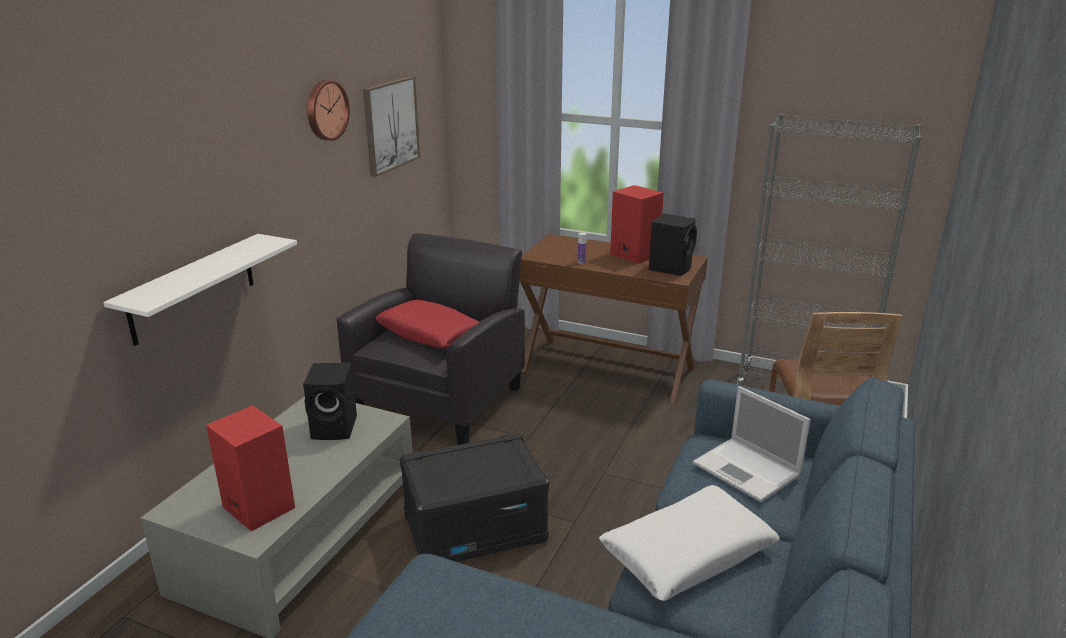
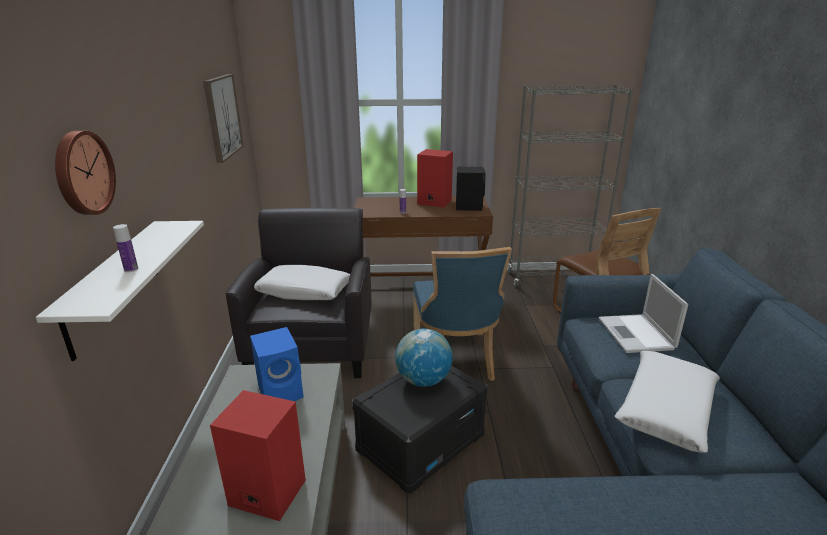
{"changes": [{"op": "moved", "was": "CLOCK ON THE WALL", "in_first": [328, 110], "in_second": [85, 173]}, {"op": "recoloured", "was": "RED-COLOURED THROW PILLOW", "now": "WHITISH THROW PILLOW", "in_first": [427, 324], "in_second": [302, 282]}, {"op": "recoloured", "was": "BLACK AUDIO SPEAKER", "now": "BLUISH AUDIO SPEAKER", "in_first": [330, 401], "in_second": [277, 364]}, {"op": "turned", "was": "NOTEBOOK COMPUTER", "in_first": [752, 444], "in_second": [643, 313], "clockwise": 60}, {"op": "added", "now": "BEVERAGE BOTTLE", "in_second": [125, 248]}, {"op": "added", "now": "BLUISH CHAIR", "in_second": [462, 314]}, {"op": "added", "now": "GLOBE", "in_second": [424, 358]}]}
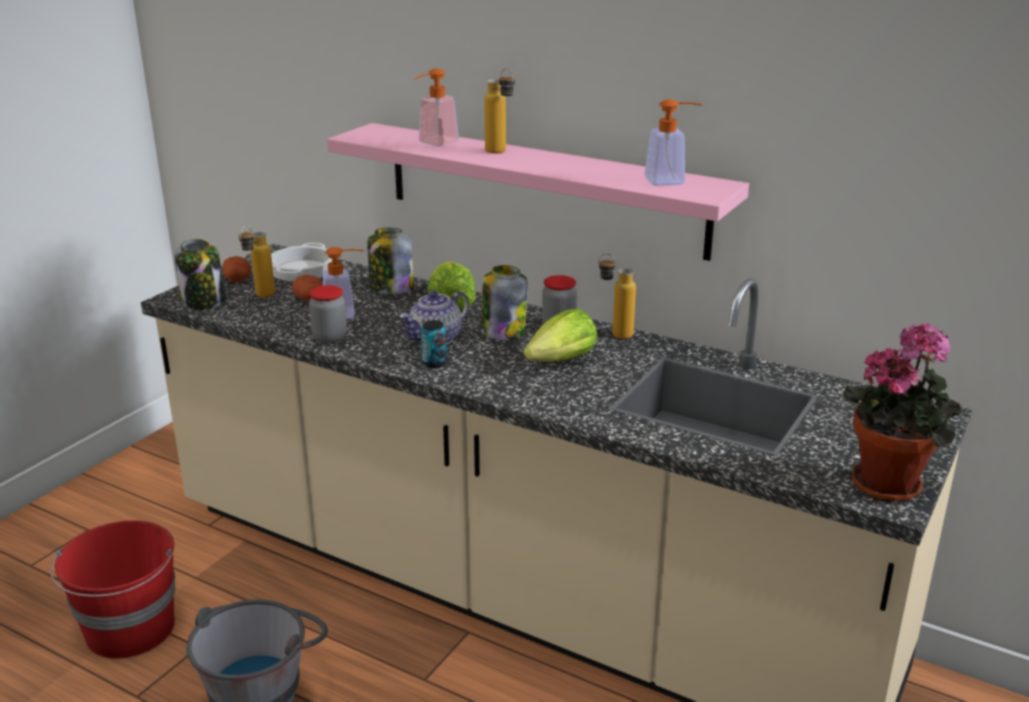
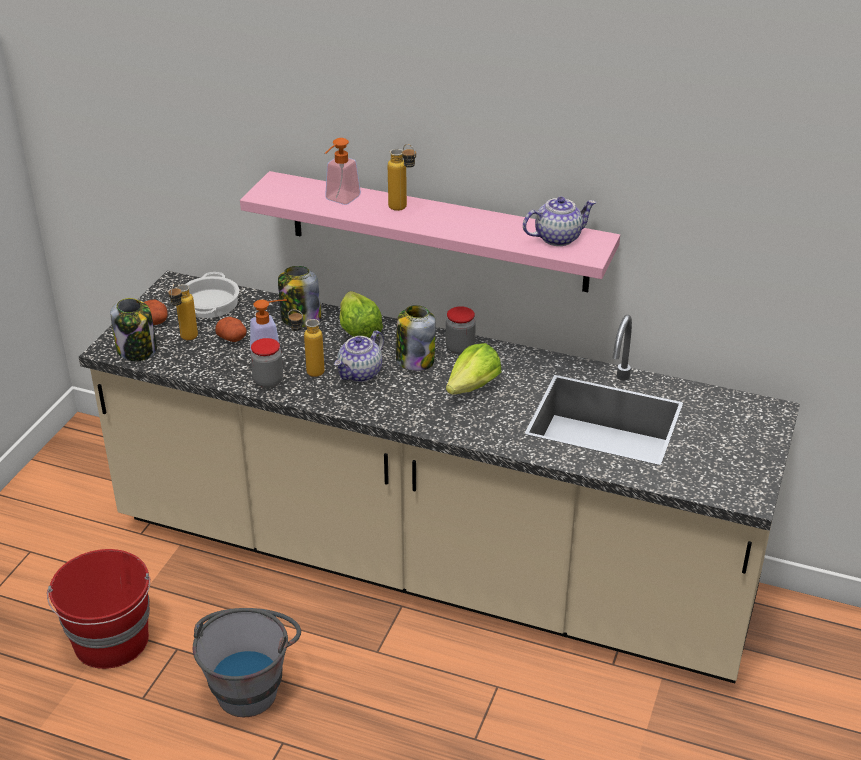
{"changes": [{"op": "replaced", "was": "LIQUID SOAP BOTTLE", "now": "TEAPOT", "in_first": [673, 142], "in_second": [559, 221]}, {"op": "moved", "was": "BEVERAGE BOTTLE", "in_first": [617, 296], "in_second": [306, 343]}, {"op": "removed", "was": "SEALED CAN", "in_first": [434, 344]}, {"op": "removed", "was": "PLANT IN A POT", "in_first": [902, 412]}]}
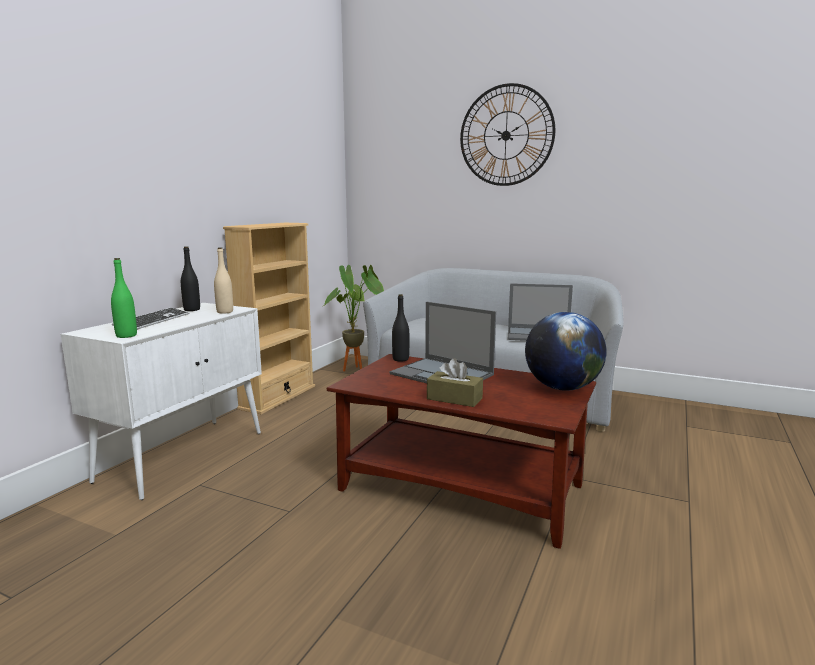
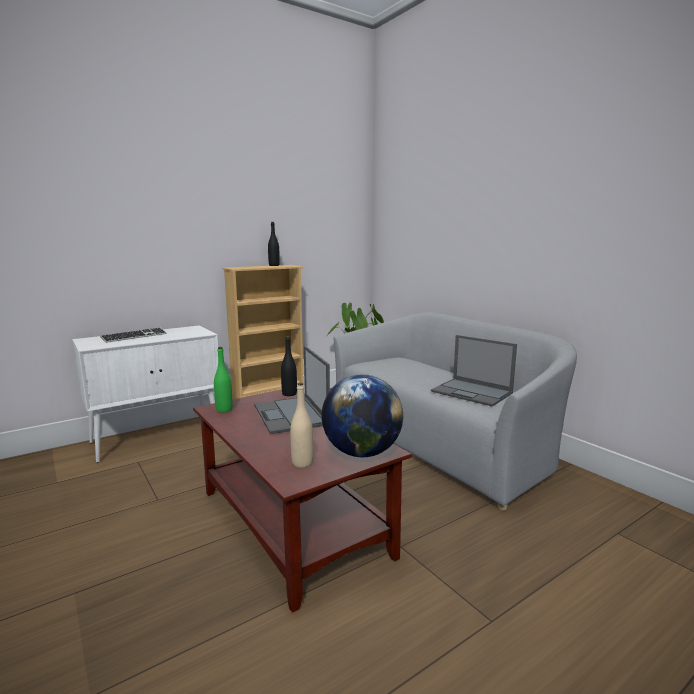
{"changes": [{"op": "removed", "was": "CLOCK ON THE WALL", "in_first": [507, 134]}, {"op": "moved", "was": "BLACK BEVERAGE BOTTLE", "in_first": [190, 278], "in_second": [274, 244]}, {"op": "moved", "was": "BEIGE-COLOURED BEVERAGE BOTTLE", "in_first": [223, 280], "in_second": [301, 425]}, {"op": "moved", "was": "GREEN-COLOURED BEVERAGE BOTTLE", "in_first": [124, 298], "in_second": [223, 380]}, {"op": "removed", "was": "BROWN BOX OF TISSUES", "in_first": [455, 382]}]}
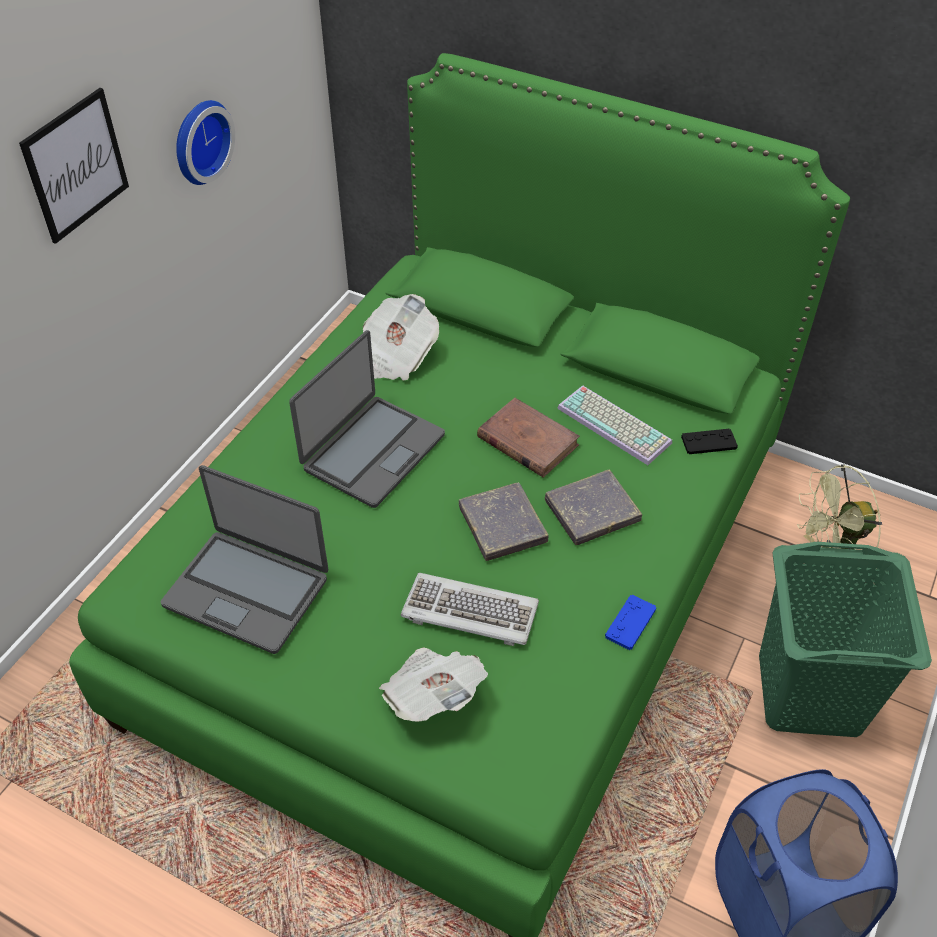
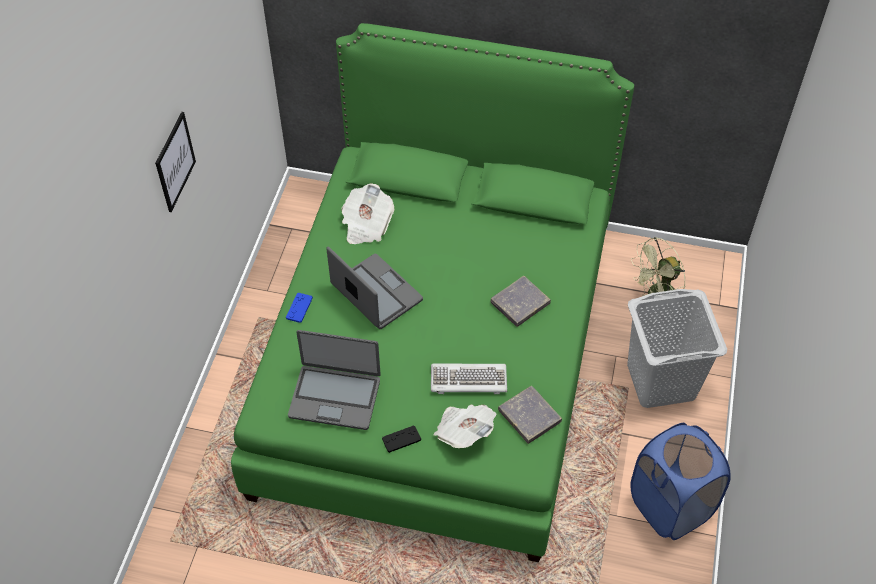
{"changes": [{"op": "removed", "was": "CLOCK ON THE WALL", "in_first": [205, 142]}, {"op": "turned", "was": "NOTEBOOK COMPUTER", "in_first": [367, 419], "in_second": [374, 288], "clockwise": -60}, {"op": "removed", "was": "PC KEYBOARD", "in_first": [614, 425]}, {"op": "removed", "was": "BROWN BOUND BOOK", "in_first": [528, 438]}, {"op": "moved", "was": "BLACK JOYPAD", "in_first": [709, 441], "in_second": [401, 439]}, {"op": "moved", "was": "GREYISH BOUND BOOK", "in_first": [503, 521], "in_second": [530, 415]}, {"op": "recoloured", "was": "GREEN-COLOURED WASHING BASKET", "now": "GREYISH WASHING BASKET", "in_first": [845, 639], "in_second": [677, 348]}, {"op": "moved", "was": "BLUISH JOYPAD", "in_first": [631, 622], "in_second": [299, 308]}]}
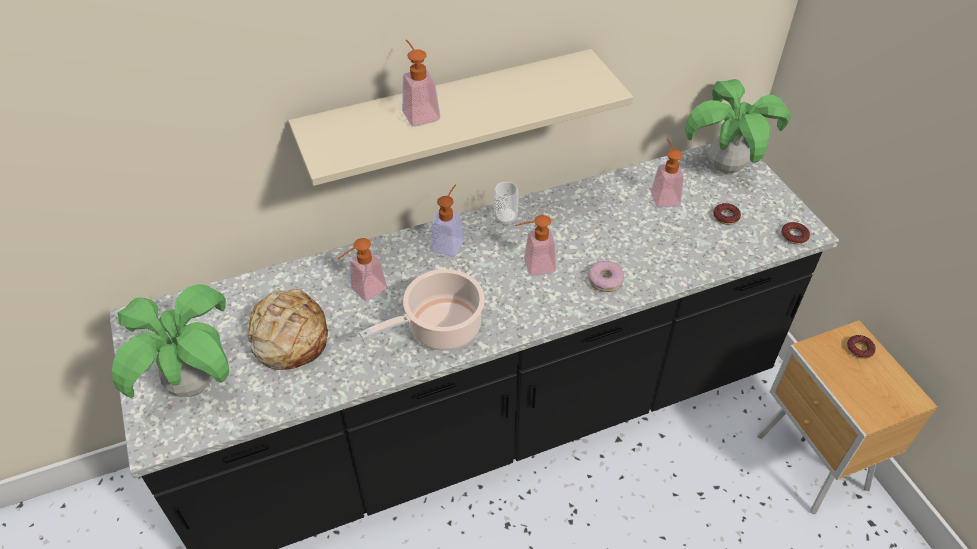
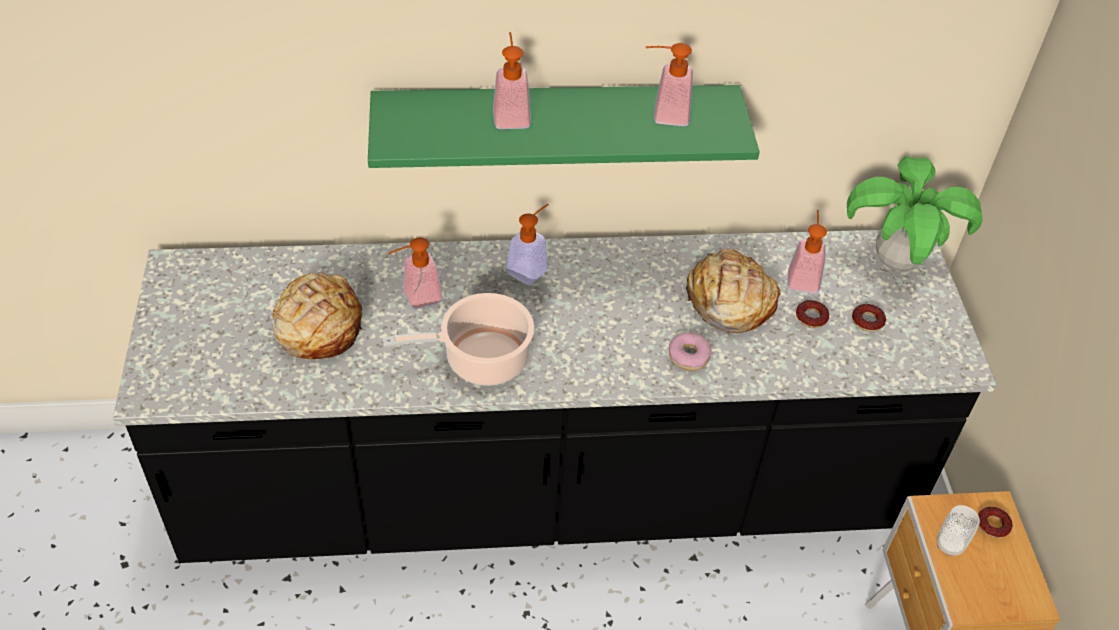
{"changes": [{"op": "recoloured", "was": "BEIGE-COLOURED BRACKET SHELF", "now": "GREEN-COLOURED BRACKET SHELF", "in_first": [460, 117], "in_second": [564, 126]}, {"op": "moved", "was": "SMALL CUP", "in_first": [506, 204], "in_second": [958, 530]}, {"op": "moved", "was": "LIQUID SOAP BOTTLE", "in_first": [535, 245], "in_second": [669, 84]}, {"op": "moved", "was": "DOUGHNUT", "in_first": [795, 233], "in_second": [812, 314]}, {"op": "removed", "was": "PLANT IN A POT", "in_first": [170, 341]}, {"op": "added", "now": "BAKED BREAD", "in_second": [733, 291]}]}
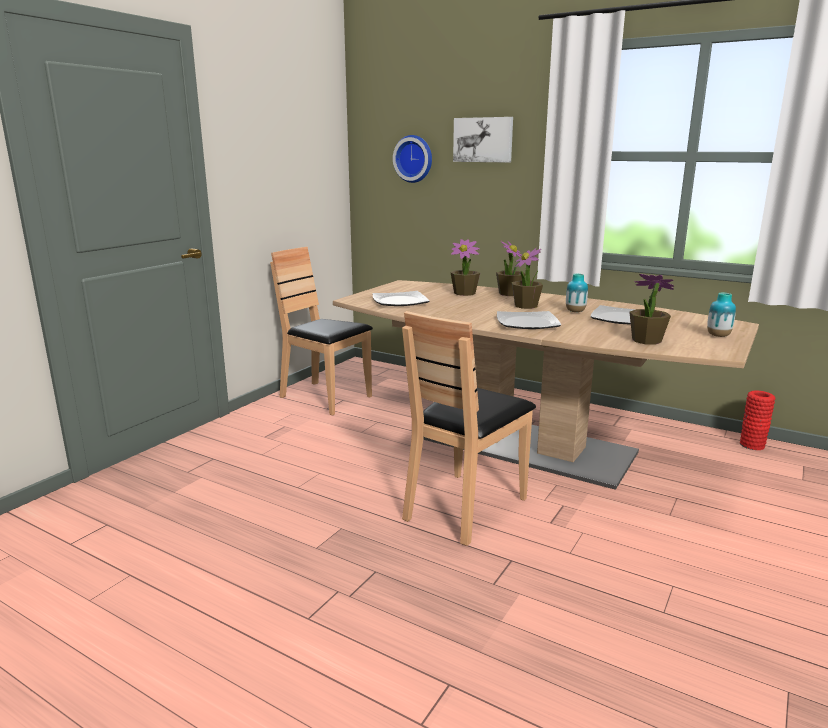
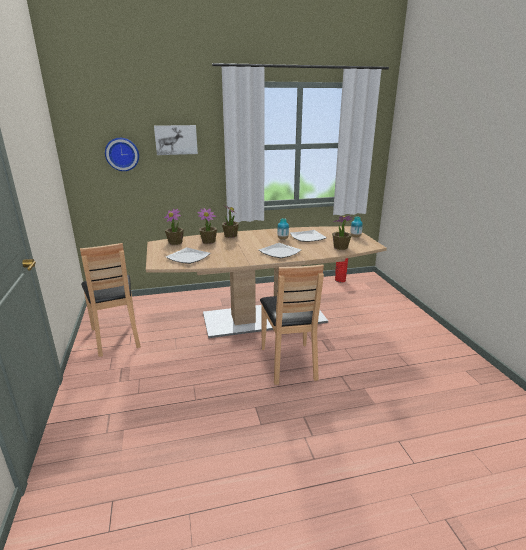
{"changes": [{"op": "turned", "was": "BROWN CHAIR", "in_first": [321, 331], "in_second": [110, 300], "clockwise": -105}, {"op": "moved", "was": "PLANT IN A POT", "in_first": [527, 278], "in_second": [174, 226]}]}
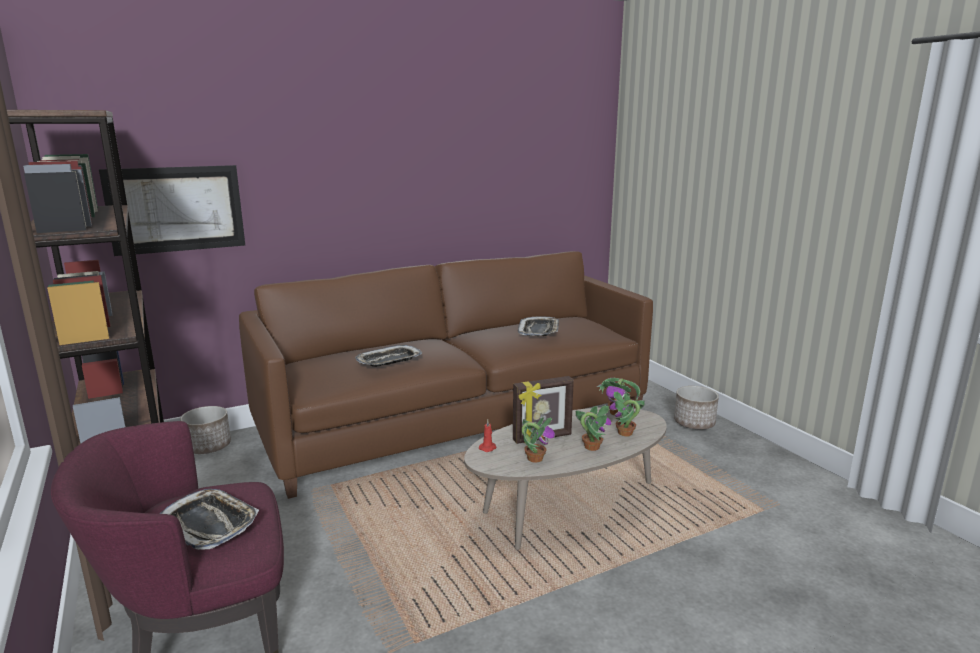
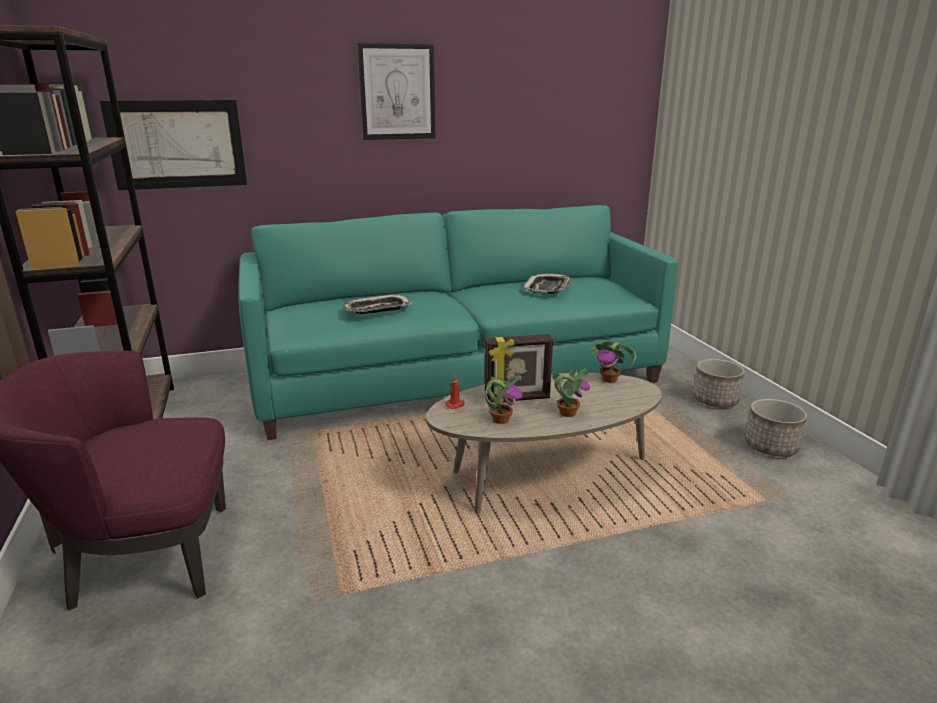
{"changes": [{"op": "recoloured", "was": "BROWN COUCH", "now": "TURQUOISE-COLOURED COUCH", "in_first": [446, 375], "in_second": [458, 322]}, {"op": "removed", "was": "PLANT IN A POT", "in_first": [627, 414]}, {"op": "moved", "was": "FLOWER POT", "in_first": [205, 430], "in_second": [776, 428]}, {"op": "removed", "was": "CARRYING TRAY", "in_first": [209, 519]}, {"op": "added", "now": "WALL PICTURE", "in_second": [396, 91]}]}
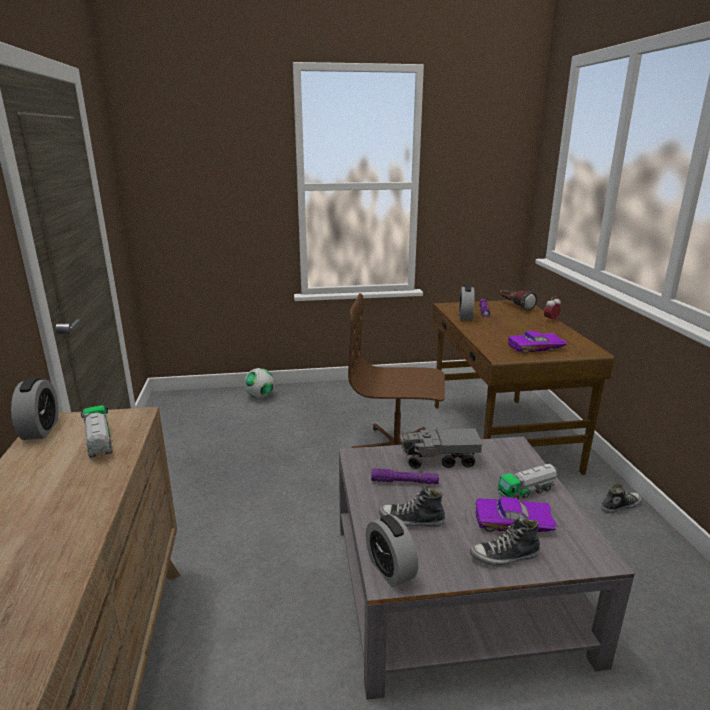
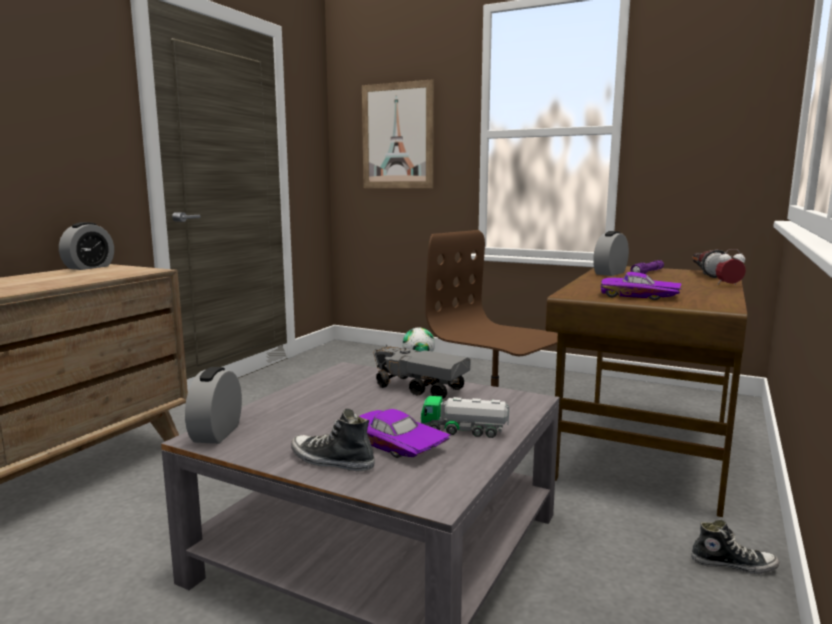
{"changes": [{"op": "removed", "was": "TOY TRUCK", "in_first": [96, 431]}, {"op": "removed", "was": "PURPLE FLASHLIGHT", "in_first": [405, 476]}, {"op": "removed", "was": "ITEM OF FOOTWEAR", "in_first": [412, 506]}, {"op": "added", "now": "WALL PICTURE", "in_second": [398, 133]}]}
